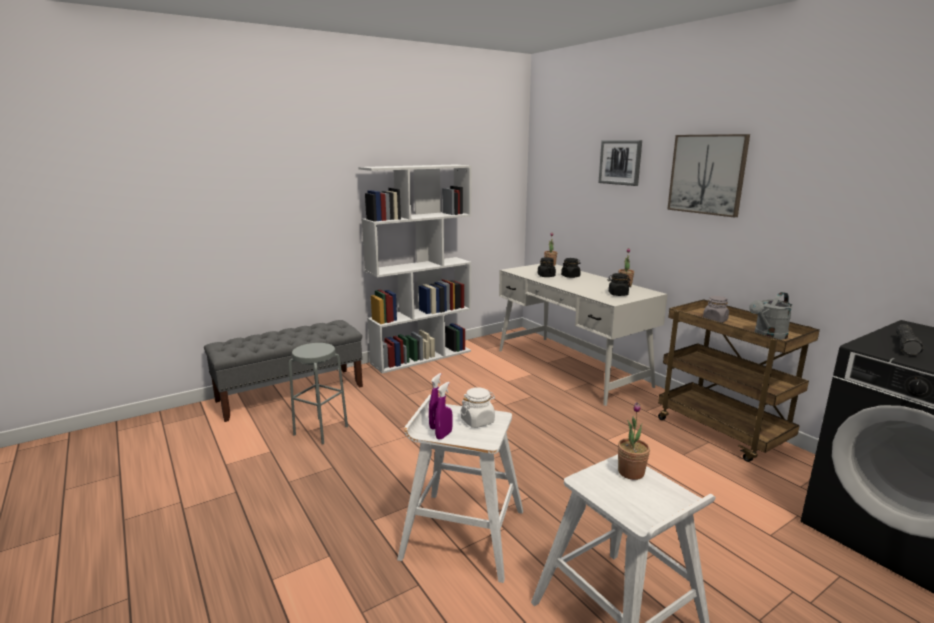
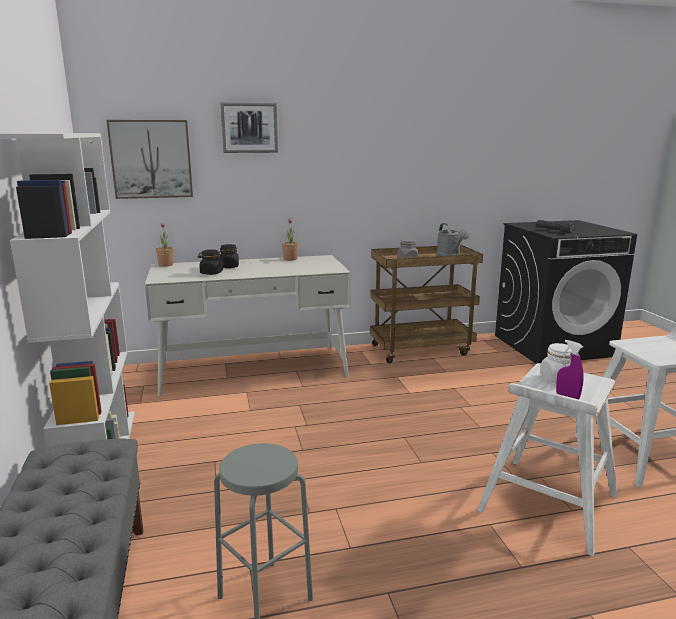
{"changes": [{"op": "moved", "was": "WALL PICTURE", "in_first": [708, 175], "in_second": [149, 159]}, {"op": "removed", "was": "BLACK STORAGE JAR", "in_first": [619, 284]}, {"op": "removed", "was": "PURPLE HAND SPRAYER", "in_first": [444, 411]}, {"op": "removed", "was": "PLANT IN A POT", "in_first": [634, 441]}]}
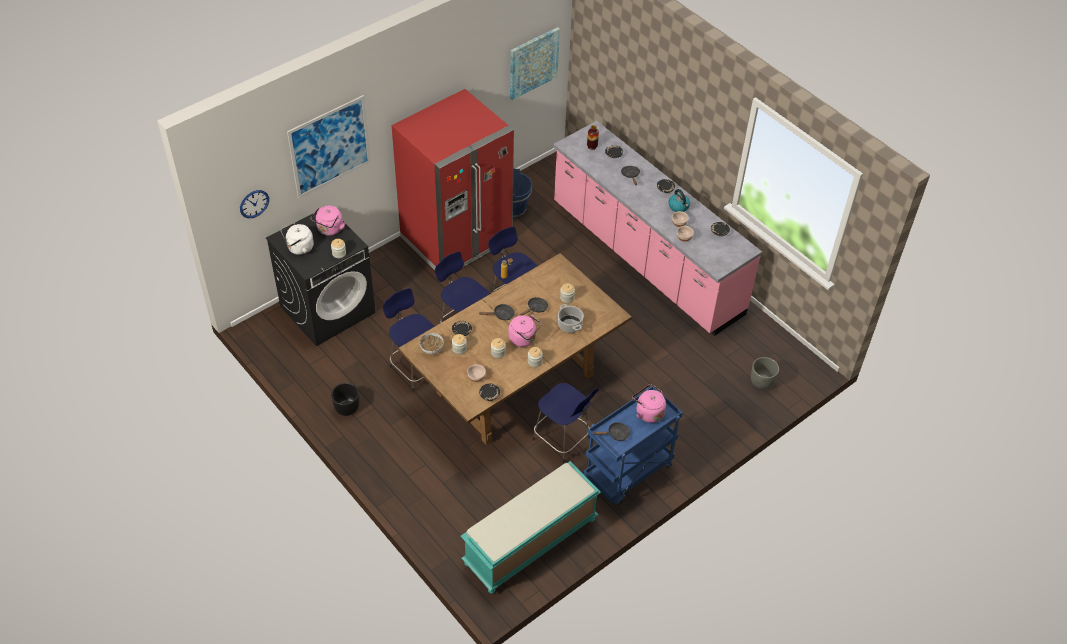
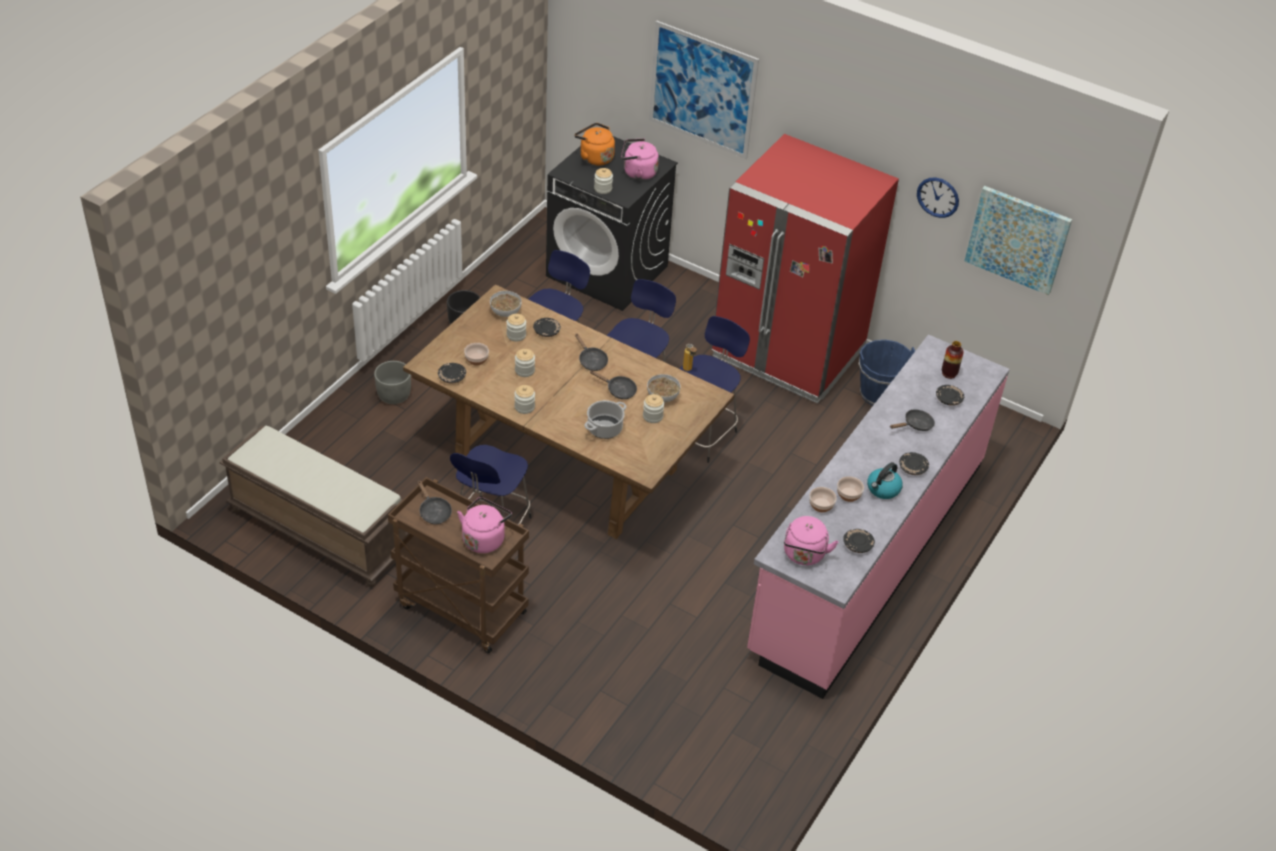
{"changes": [{"op": "moved", "was": "CLOCK ON THE WALL", "in_first": [254, 204], "in_second": [938, 197]}, {"op": "recoloured", "was": "WHITISH KETTLE", "now": "ORANGEY KETTLE", "in_first": [297, 239], "in_second": [595, 144]}, {"op": "moved", "was": "PINK KETTLE", "in_first": [525, 331], "in_second": [811, 540]}, {"op": "moved", "was": "GREYISH FLOWER POT", "in_first": [765, 373], "in_second": [392, 382]}, {"op": "recoloured", "was": "BLUISH WHEELED CART", "now": "BROWN WHEELED CART", "in_first": [633, 445], "in_second": [458, 565]}, {"op": "recoloured", "was": "TURQUOISE-COLOURED BENCH", "now": "BROWN BENCH", "in_first": [530, 527], "in_second": [312, 506]}, {"op": "added", "now": "SERVING BOWL", "in_second": [663, 388]}]}
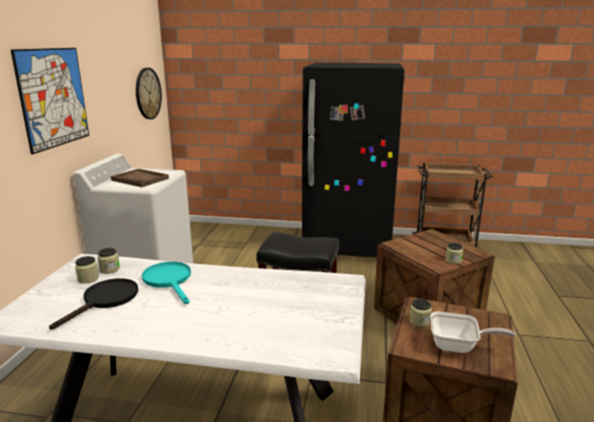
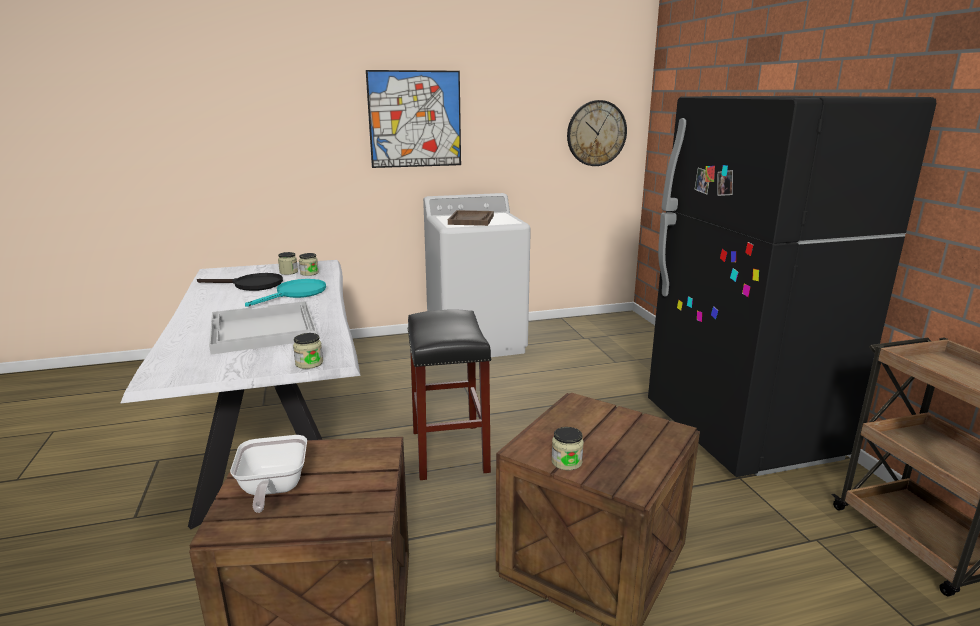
{"changes": [{"op": "moved", "was": "STORAGE JAR", "in_first": [421, 313], "in_second": [308, 351]}, {"op": "added", "now": "WHITISH CARRYING TRAY", "in_second": [263, 328]}]}
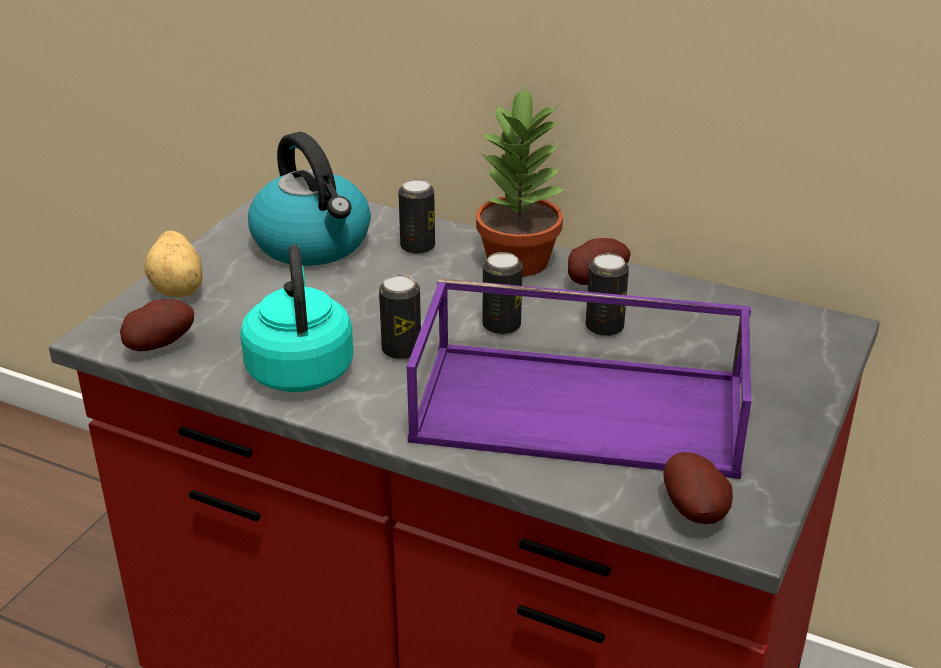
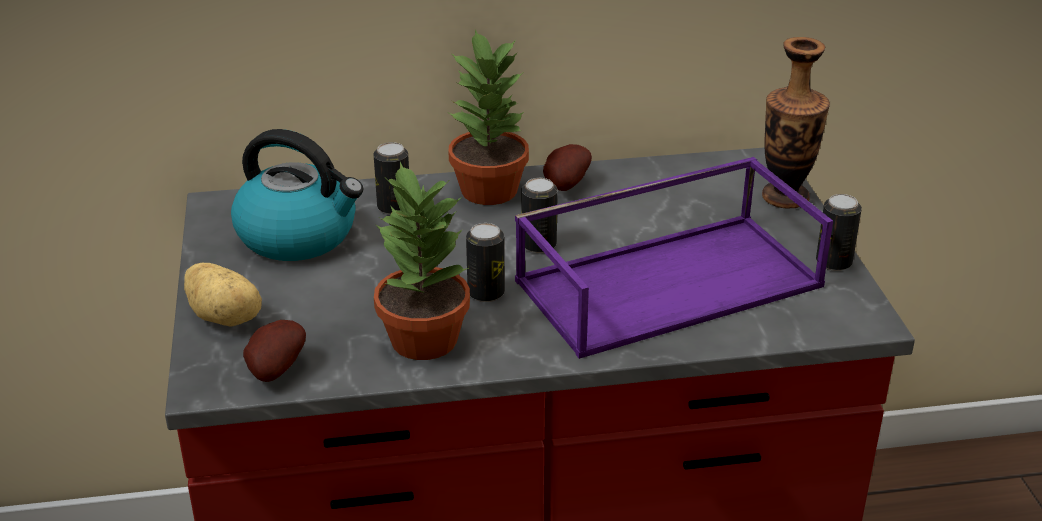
{"changes": [{"op": "replaced", "was": "TURQUOISE-COLOURED KETTLE", "now": "PLANT IN A POT", "in_first": [296, 318], "in_second": [422, 261]}, {"op": "moved", "was": "SEALED CAN", "in_first": [607, 295], "in_second": [839, 232]}, {"op": "removed", "was": "WHOLE POTATO", "in_first": [698, 488]}, {"op": "added", "now": "FLOWER VASE", "in_second": [796, 123]}]}
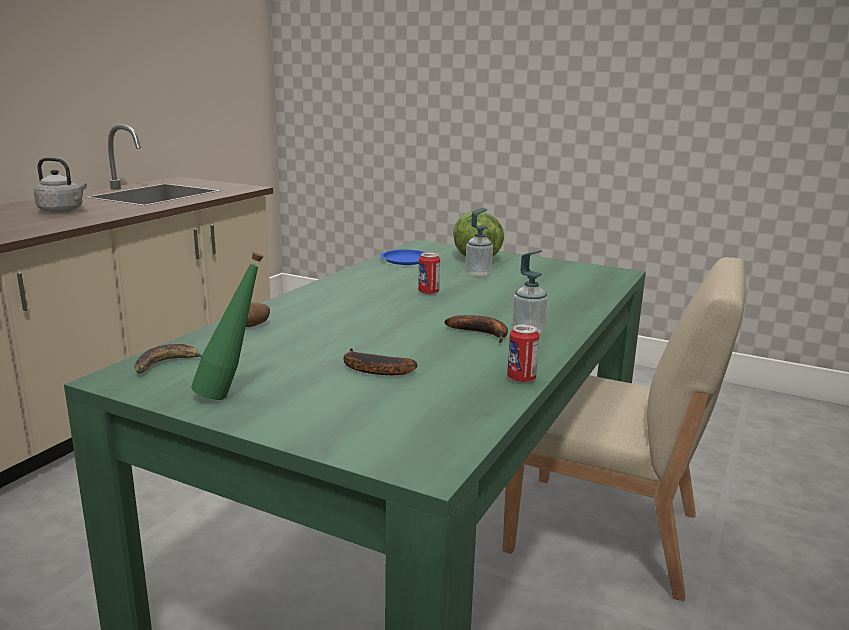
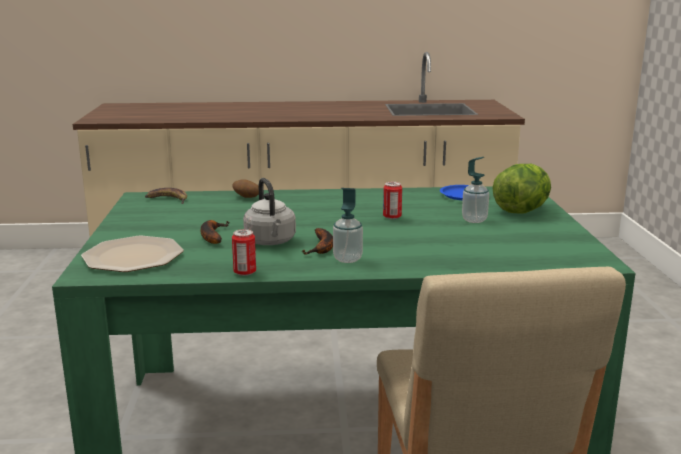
{"changes": [{"op": "moved", "was": "GREYISH KETTLE", "in_first": [60, 185], "in_second": [269, 211]}, {"op": "removed", "was": "GREEN-COLOURED BEVERAGE BOTTLE", "in_first": [227, 326]}, {"op": "added", "now": "DINNER PLATE", "in_second": [132, 254]}]}
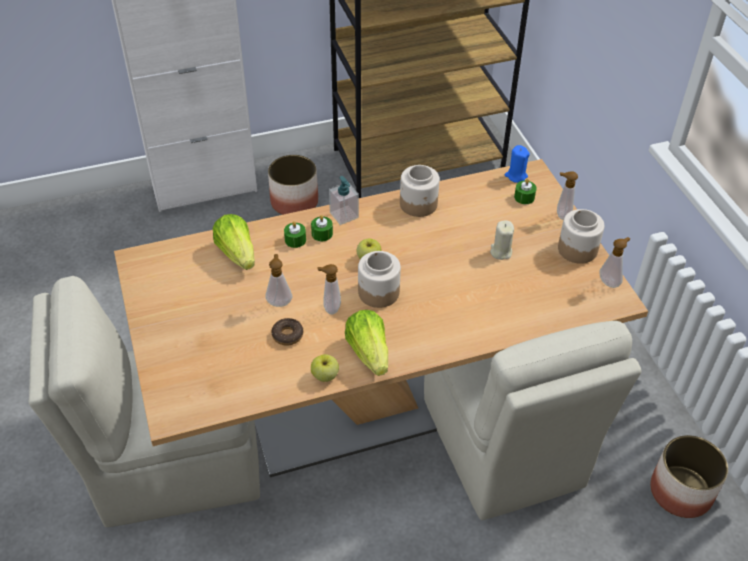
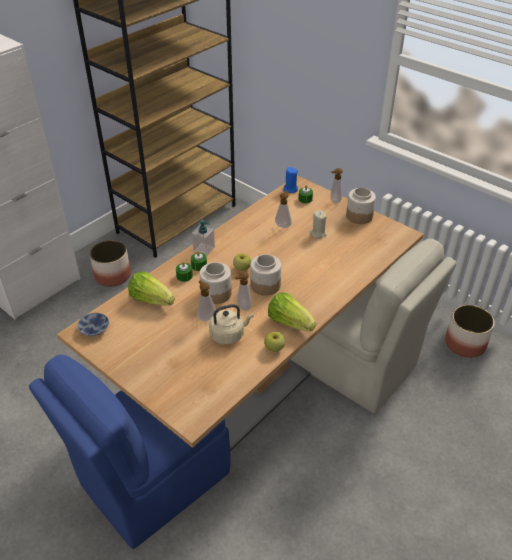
{"changes": [{"op": "moved", "was": "STORAGE JAR", "in_first": [420, 191], "in_second": [215, 283]}, {"op": "moved", "was": "LIQUID SOAP BOTTLE", "in_first": [614, 262], "in_second": [283, 209]}, {"op": "recoloured", "was": "BEIGE-COLOURED CHAIR", "now": "BLUISH CHAIR", "in_first": [144, 401], "in_second": [130, 452]}, {"op": "replaced", "was": "DOUGHNUT", "now": "BEIGE-COLOURED KETTLE", "in_first": [287, 332], "in_second": [231, 324]}, {"op": "added", "now": "SERVING BOWL", "in_second": [93, 324]}]}
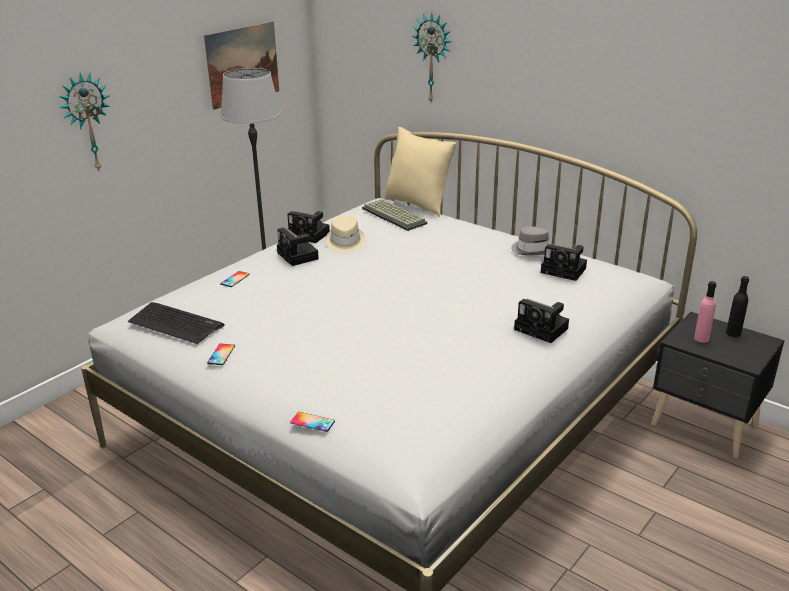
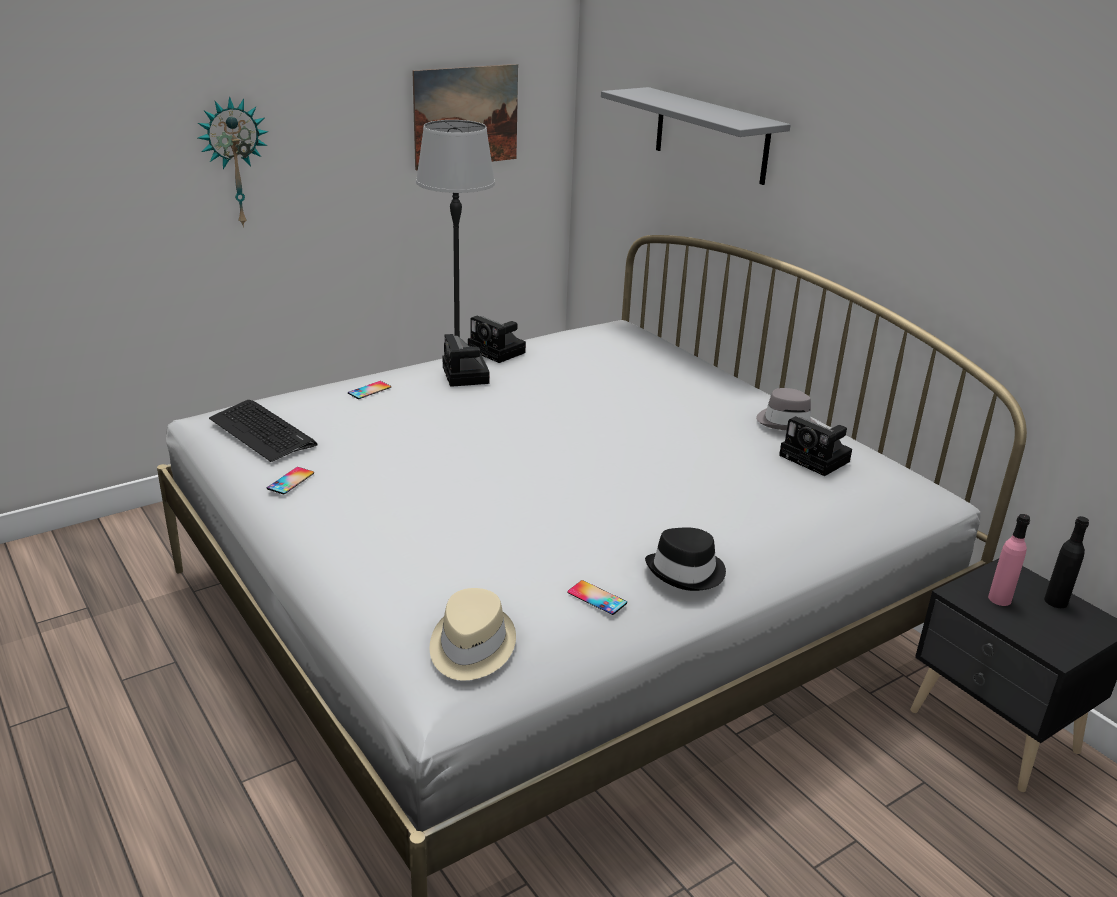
{"changes": [{"op": "replaced", "was": "CLOCK ON THE WALL", "now": "GREYISH BRACKET SHELF", "in_first": [432, 58], "in_second": [696, 136]}, {"op": "removed", "was": "BEIGE-COLOURED THROW PILLOW", "in_first": [420, 172]}, {"op": "removed", "was": "PC KEYBOARD", "in_first": [394, 215]}, {"op": "moved", "was": "BEIGE-COLOURED CLOTHING HAT", "in_first": [345, 233], "in_second": [473, 634]}, {"op": "removed", "was": "PHOTO CAMERA", "in_first": [541, 321]}, {"op": "moved", "was": "TELEPHONE", "in_first": [312, 422], "in_second": [597, 597]}, {"op": "added", "now": "BLACK CLOTHING HAT", "in_second": [685, 559]}]}
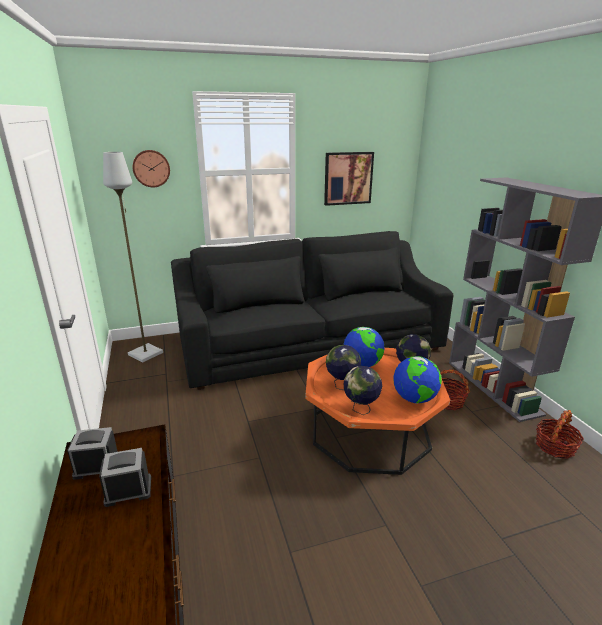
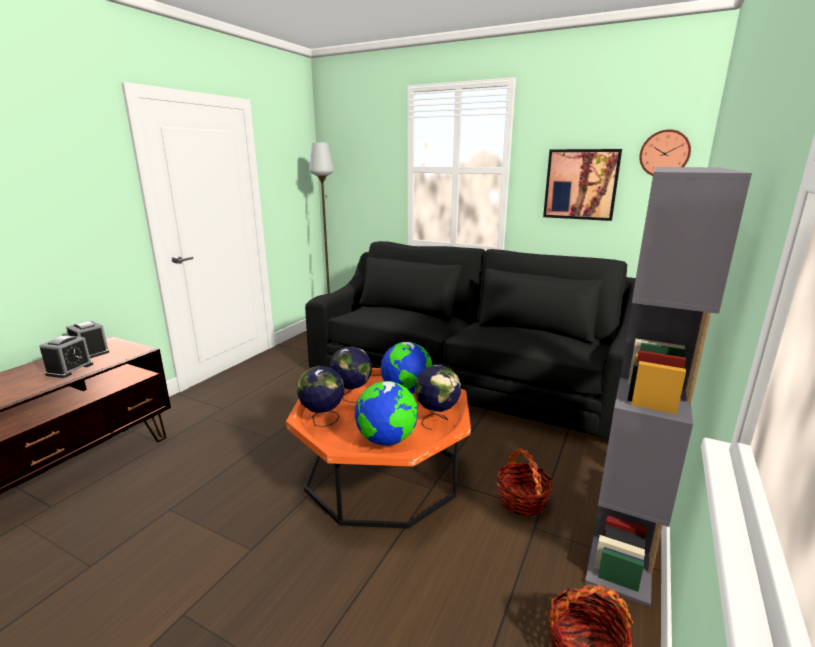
{"changes": [{"op": "moved", "was": "CLOCK ON THE WALL", "in_first": [151, 168], "in_second": [665, 152]}, {"op": "turned", "was": "TABLE CLOCK", "in_first": [125, 477], "in_second": [66, 356], "clockwise": 75}]}
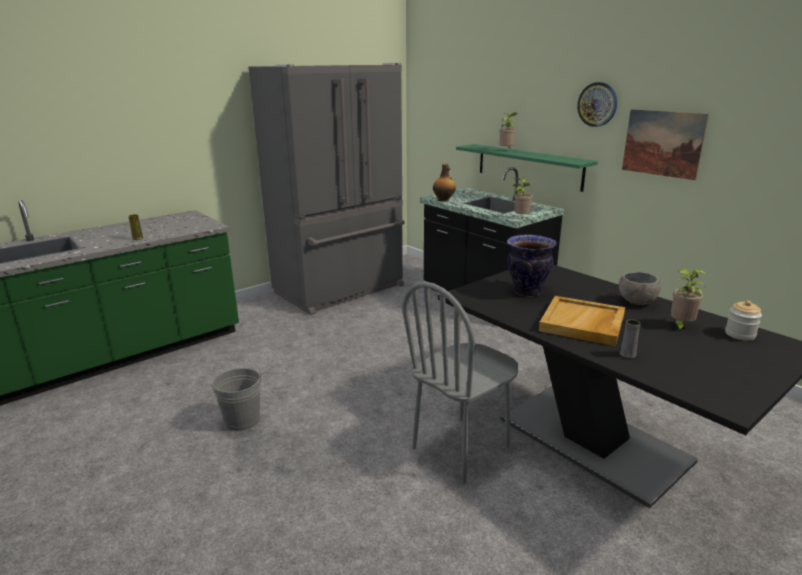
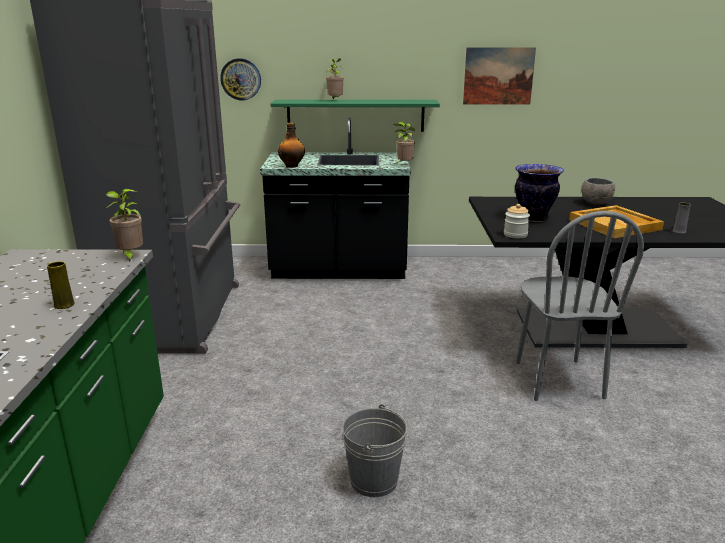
{"changes": [{"op": "moved", "was": "CLOCK ON THE WALL", "in_first": [597, 104], "in_second": [240, 79]}, {"op": "moved", "was": "PLANT IN A POT", "in_first": [689, 300], "in_second": [124, 225]}, {"op": "moved", "was": "STORAGE JAR", "in_first": [743, 321], "in_second": [517, 221]}]}
